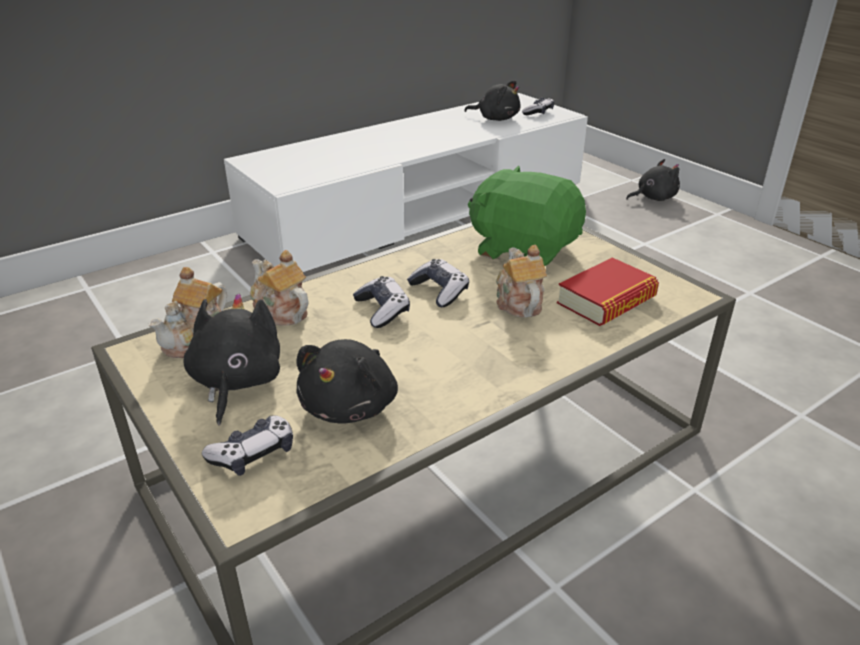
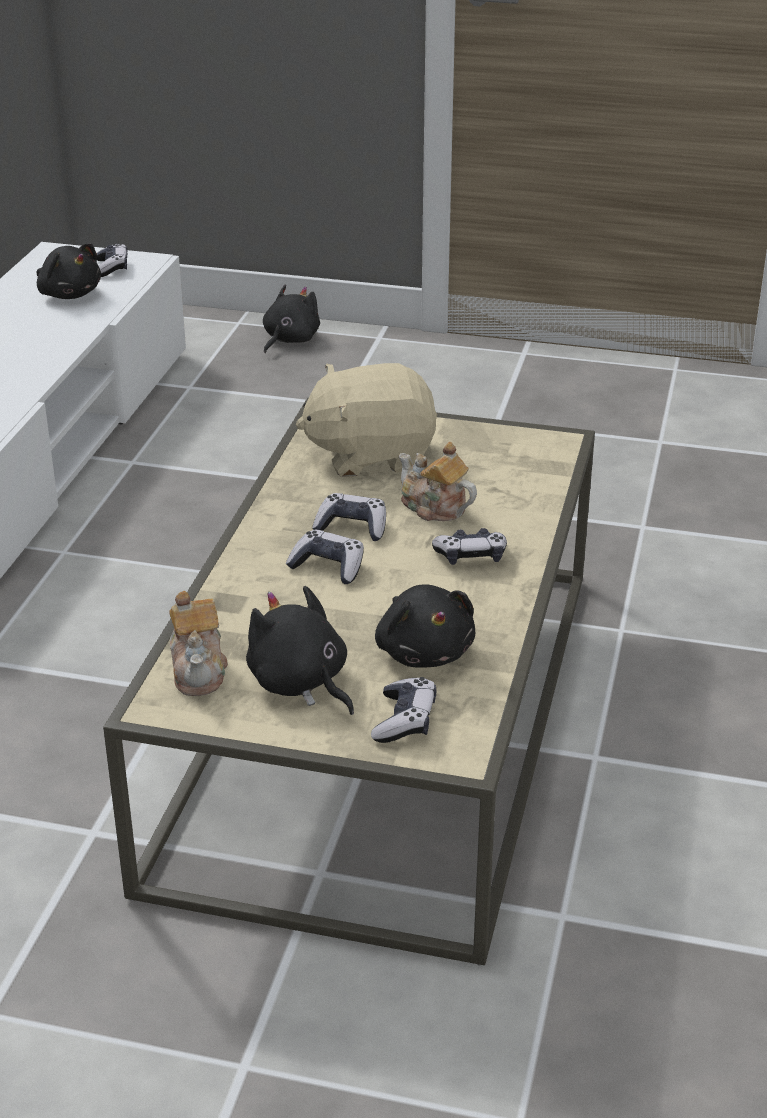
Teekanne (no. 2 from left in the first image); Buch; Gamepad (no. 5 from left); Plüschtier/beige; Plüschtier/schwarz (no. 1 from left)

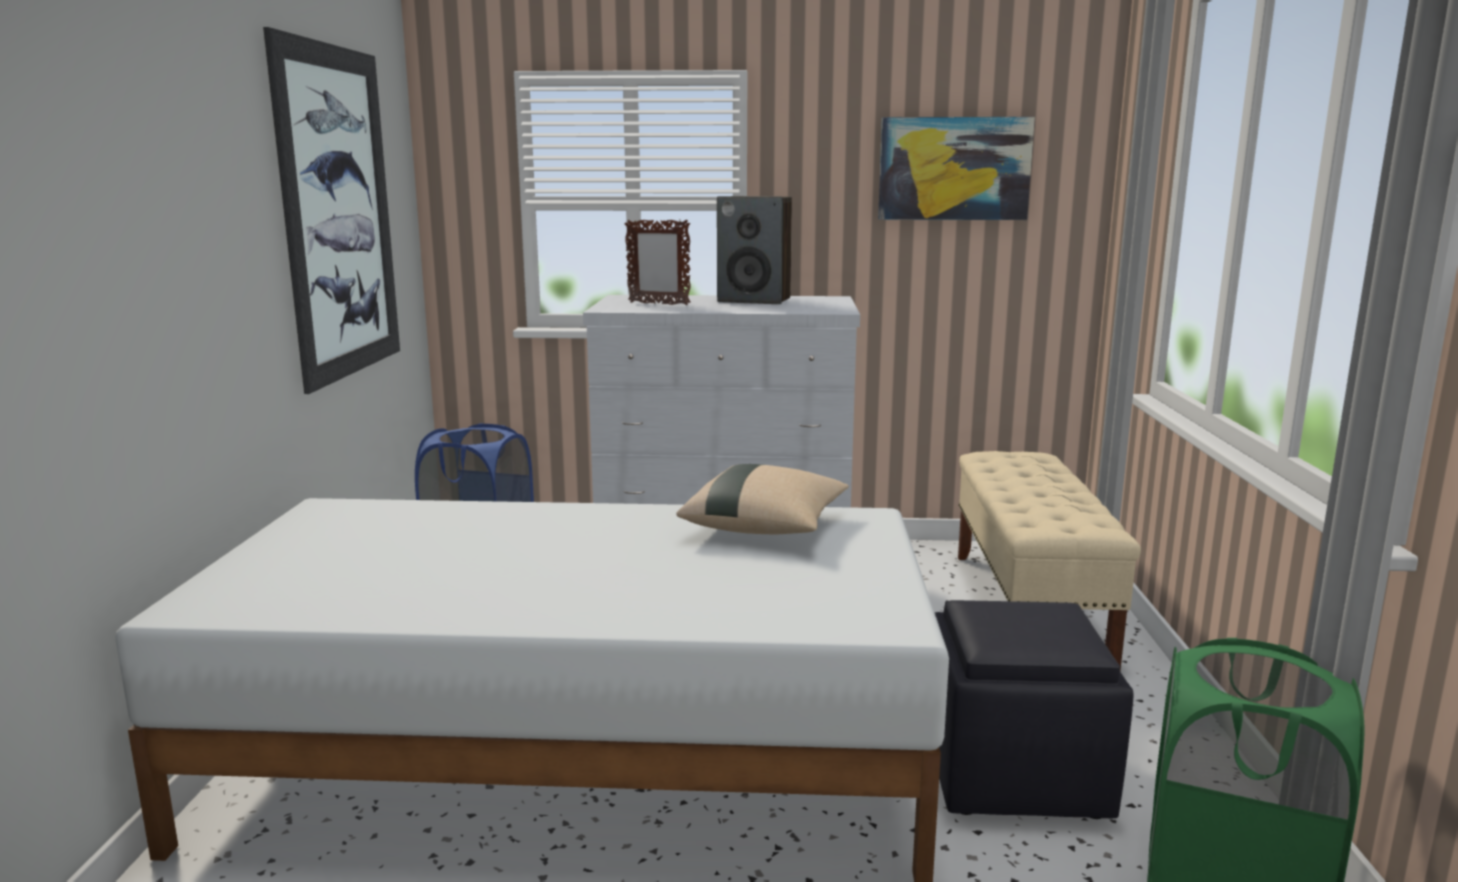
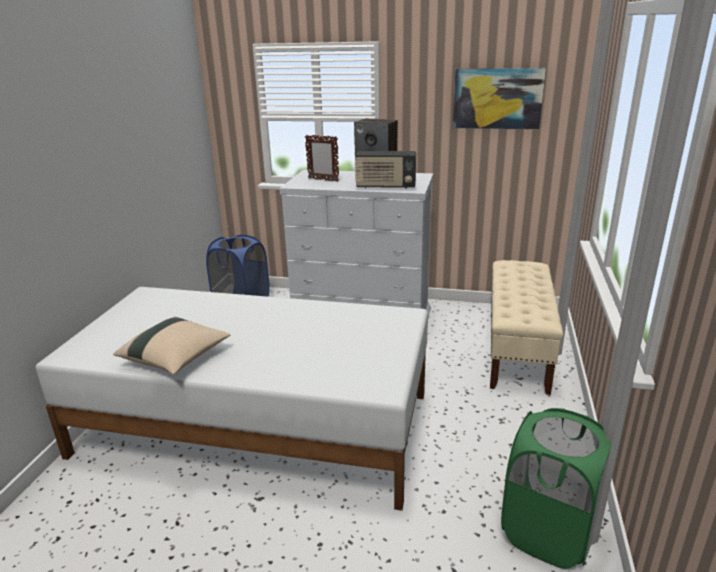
Bild (no. 1 from left in the first image); Polsterhocker/schwarz; Radio; Kissen/beige

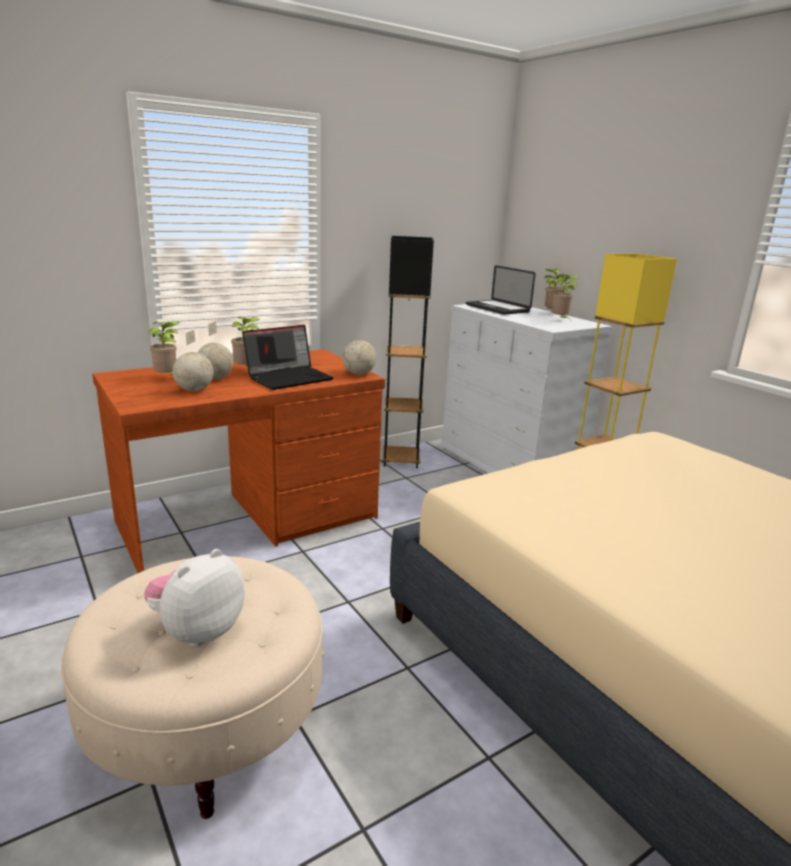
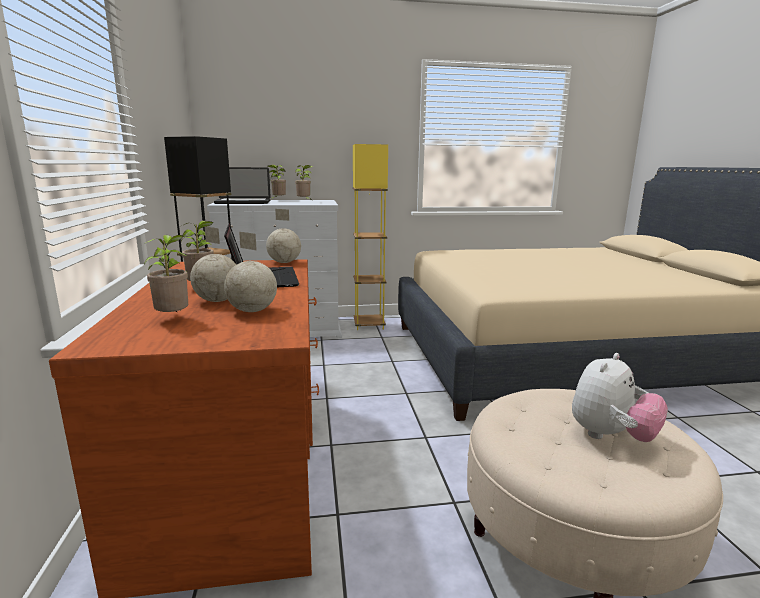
Plüschtier

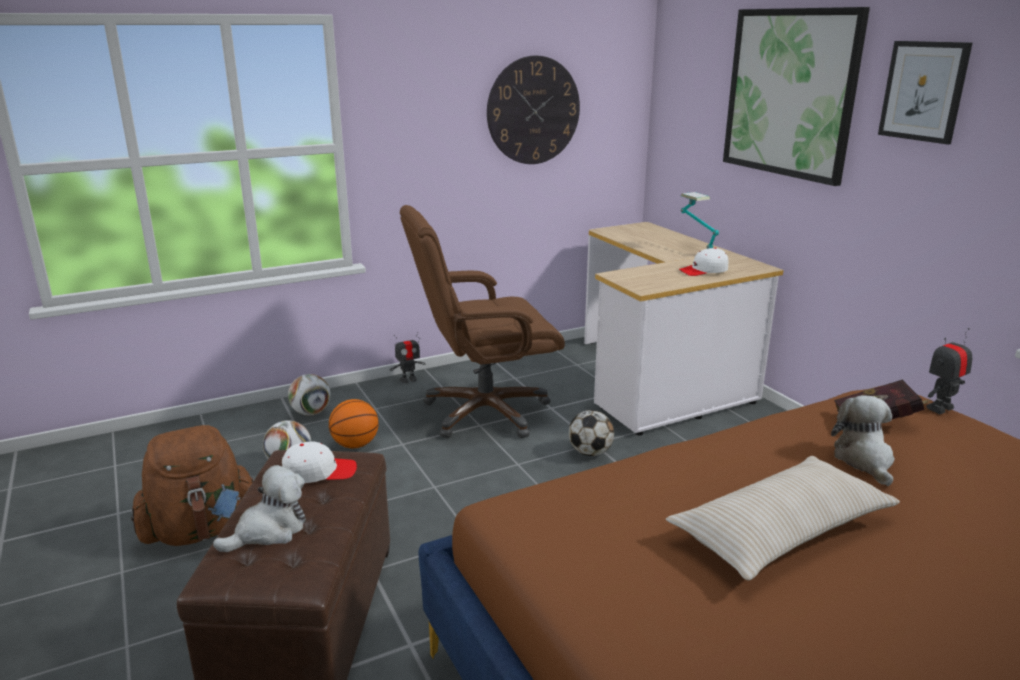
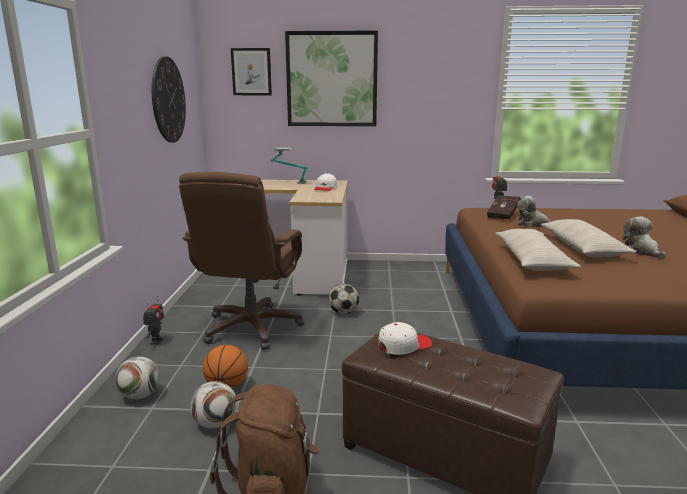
Kissen/beige (no. 1 from left); Plüschtier (no. 2 from left); Bild (no. 1 from left); Kappe/weiß (no. 2 from left)

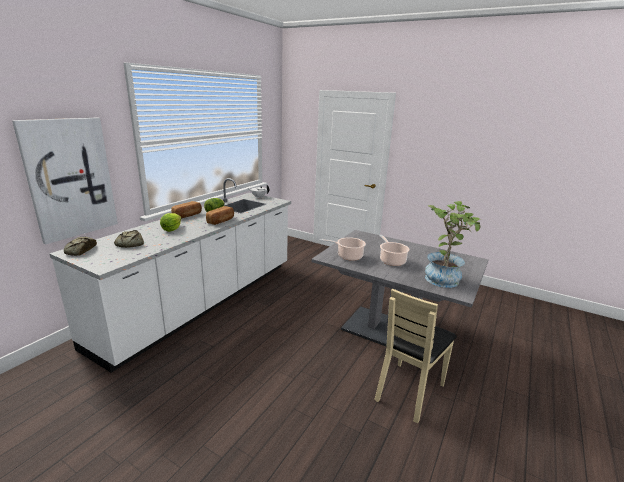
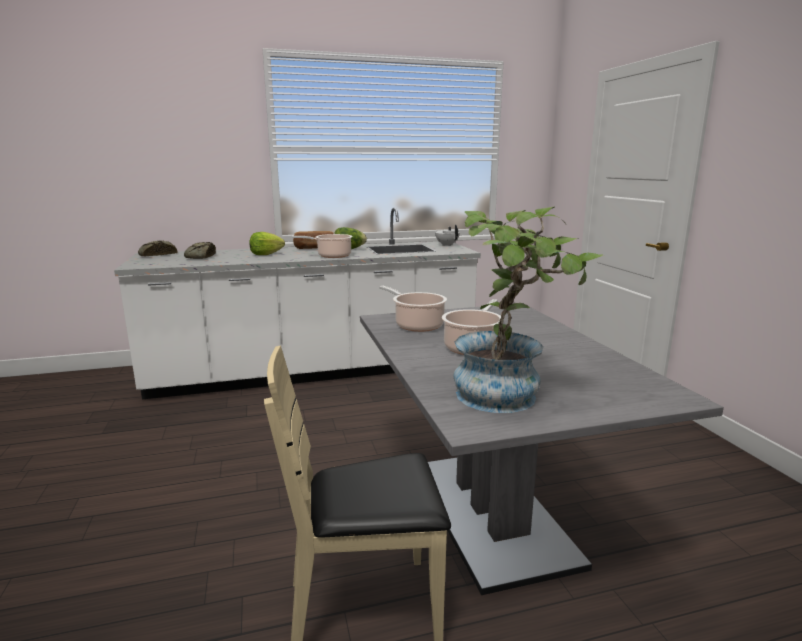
Bild; Kochtopf (no. 1 from left)

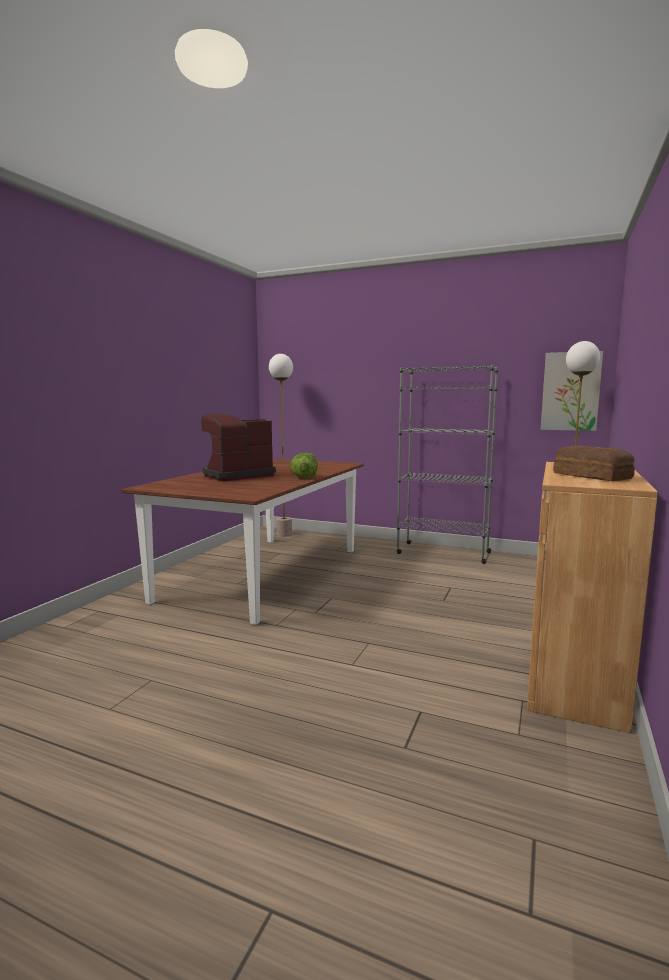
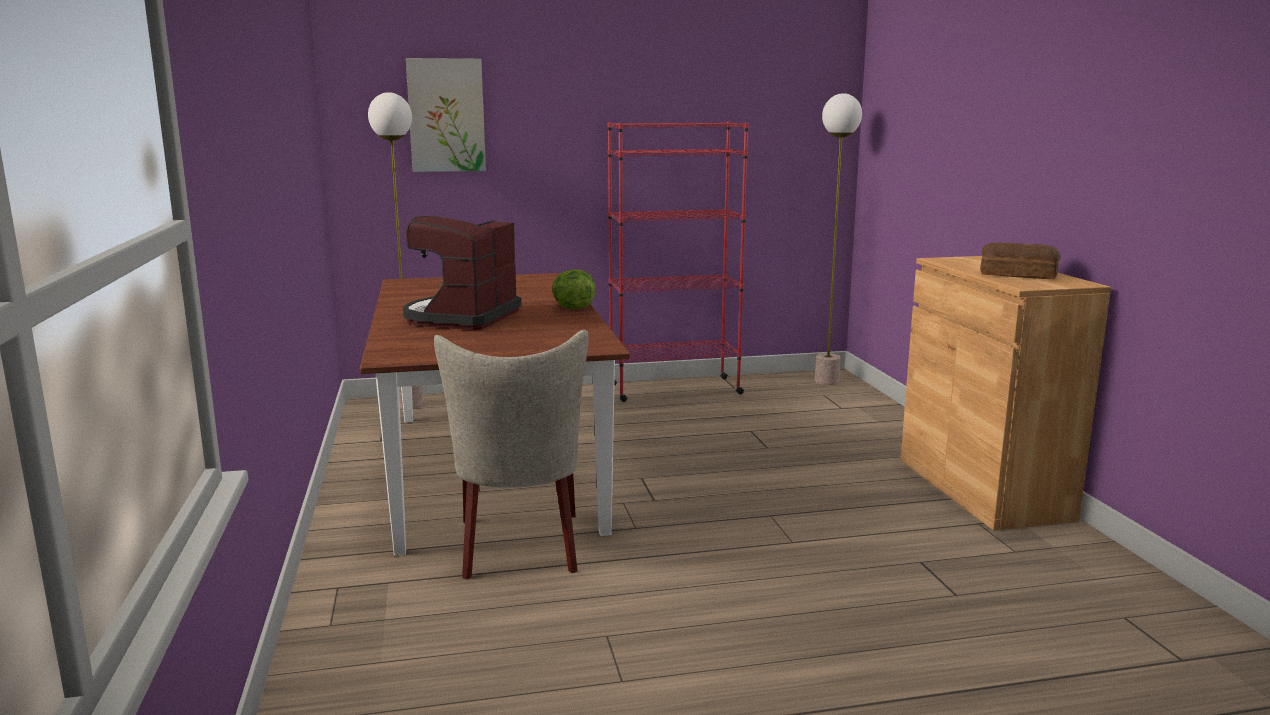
Stuhl/beige; Bild; Bücherregal/rot

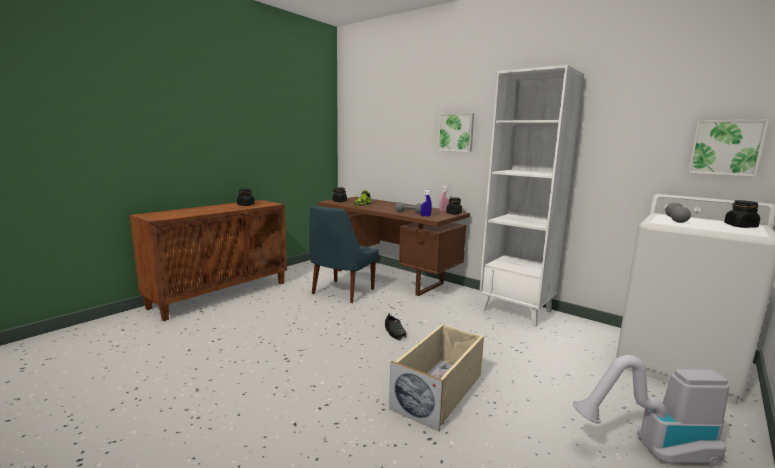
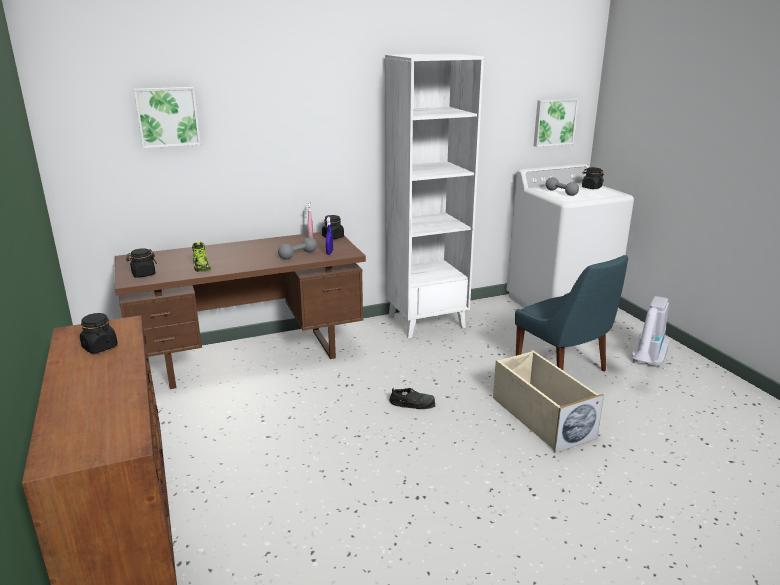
Stuhl/blau; Bild (no. 1 from left)

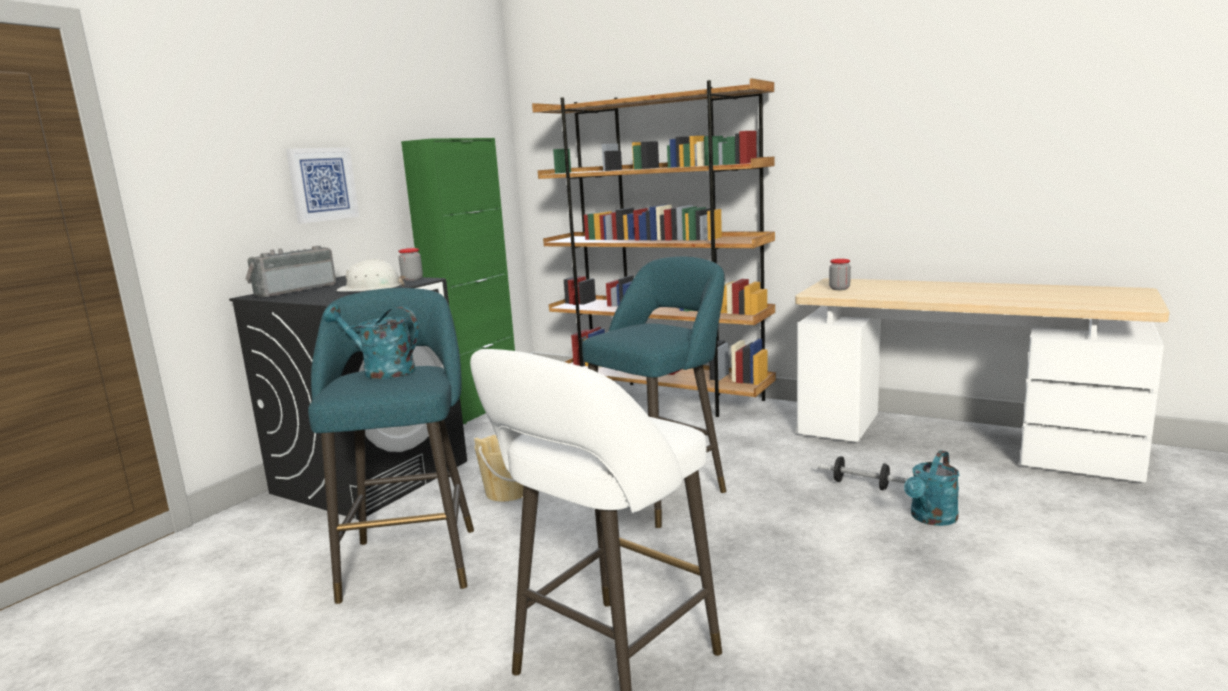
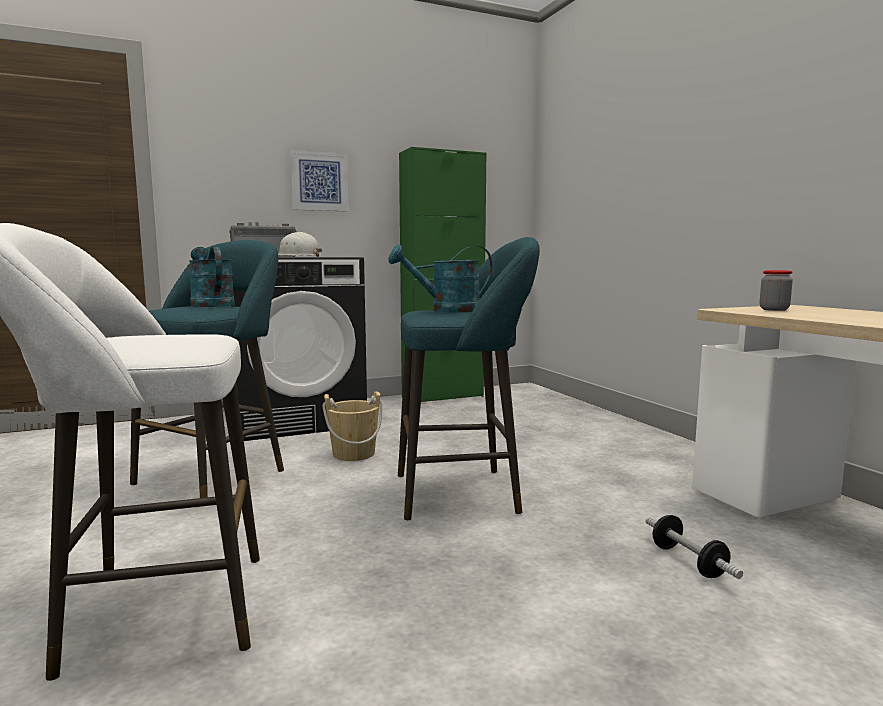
Vorratsglas (no. 1 from left in the first image); Bücherregal/braun; Gießkanne/türkis (no. 2 from left)

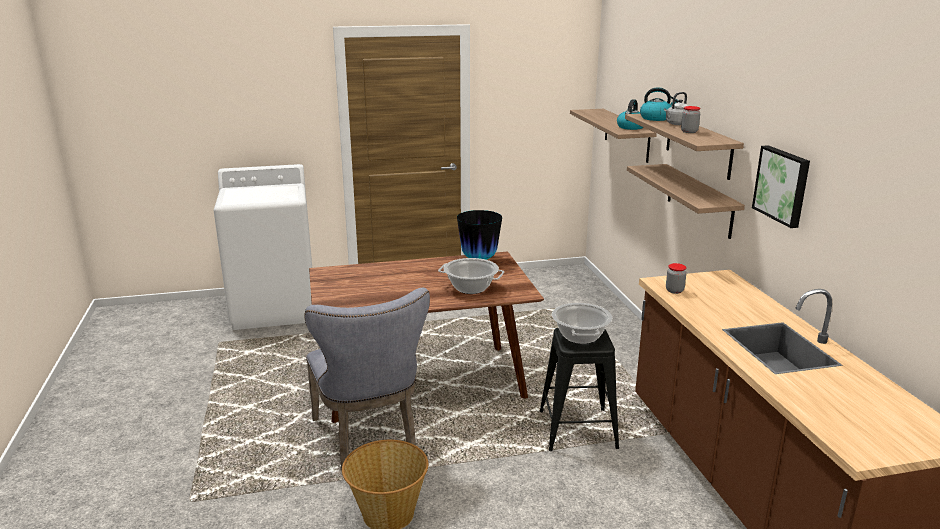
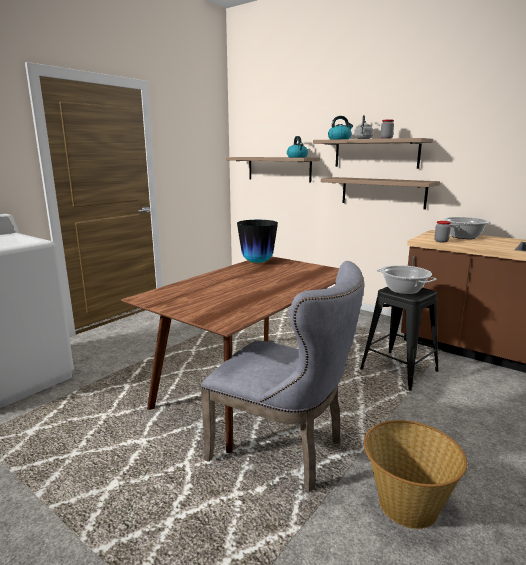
Bild; Kochtopf (no. 2 from left)

